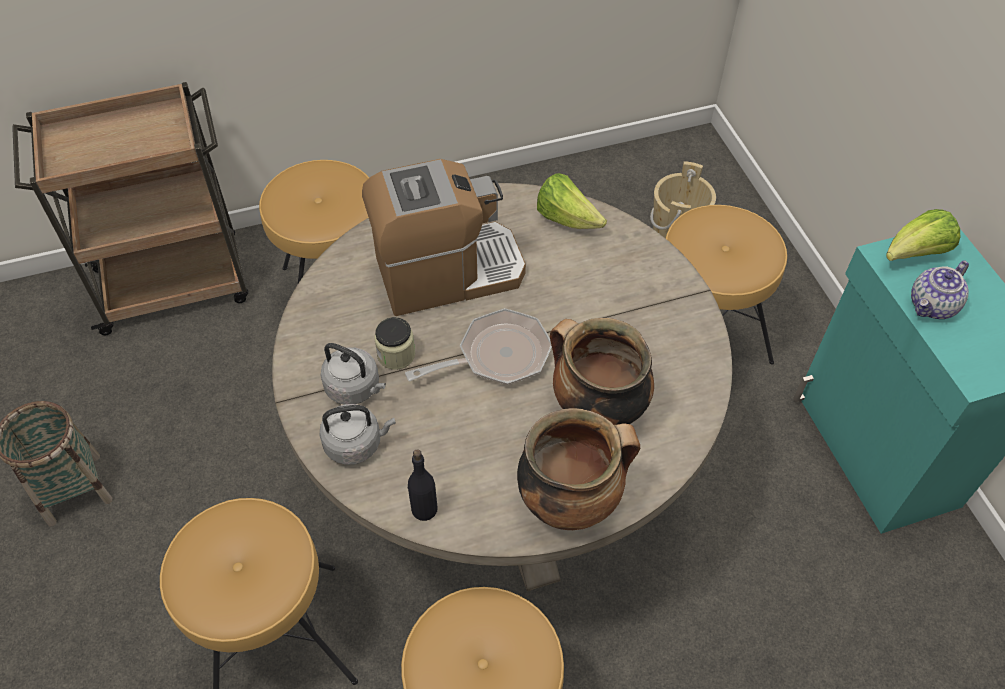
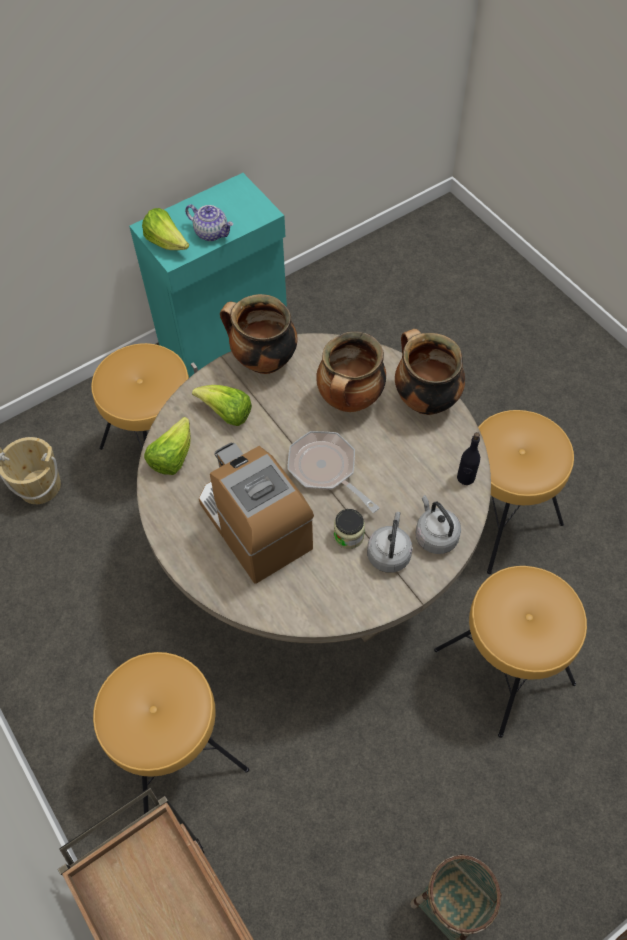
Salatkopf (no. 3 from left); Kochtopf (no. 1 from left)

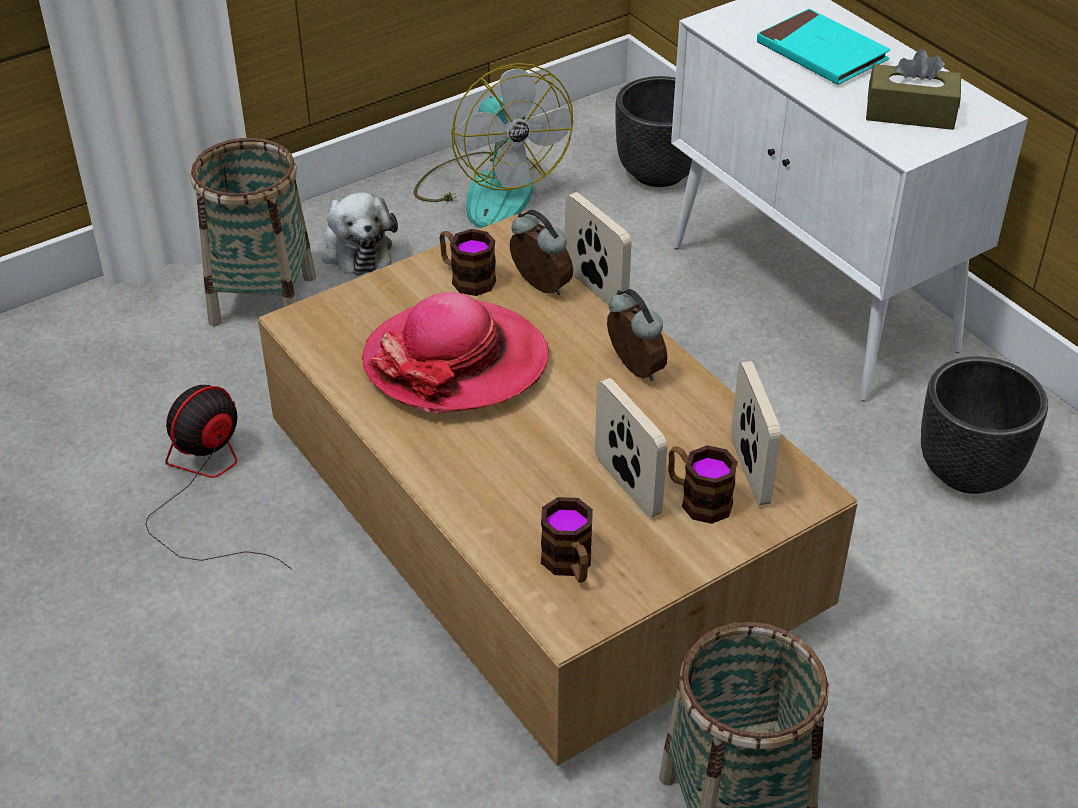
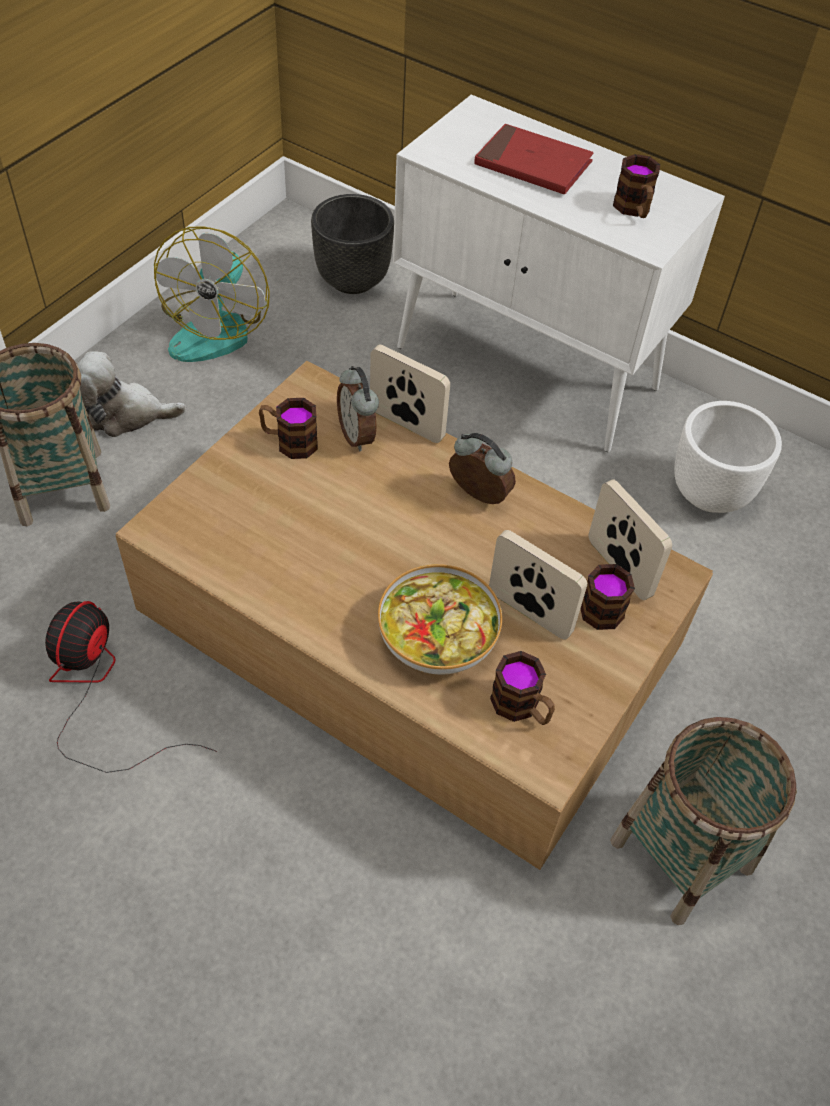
Hut; Schüssel; Henkelbecher (no. 4 from left); Buch/rot; Pflanzkübel/weiß; Plüschtier; Ventilator (no. 2 from left); Wecker (no. 1 from left)

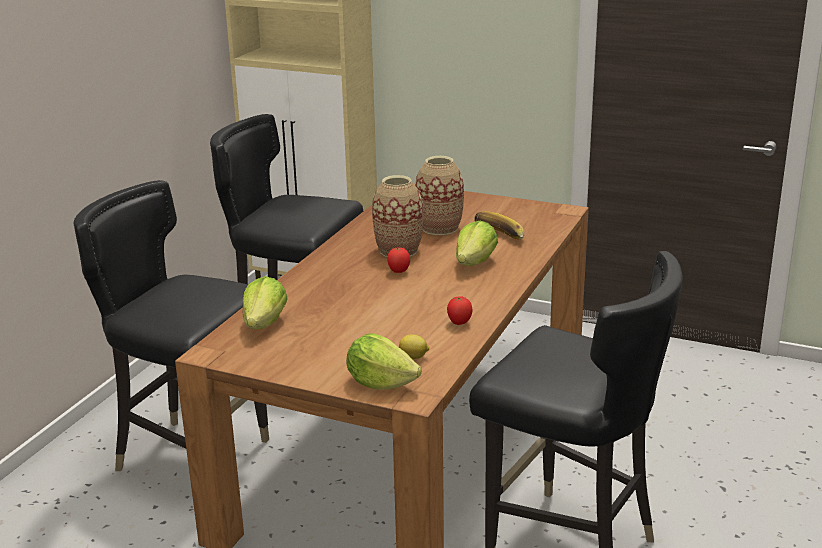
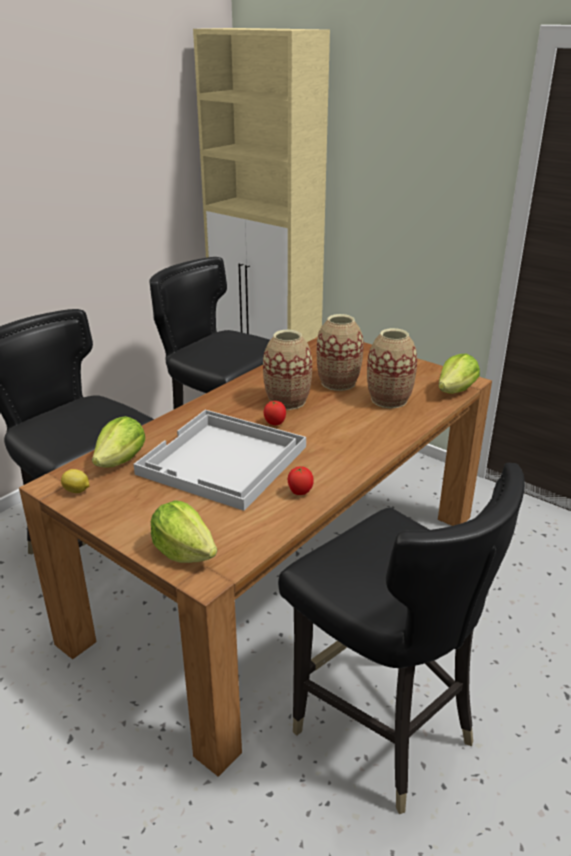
Tablett/weiß; Zitrone; Salatkopf (no. 3 from left); Vase (no. 3 from left)

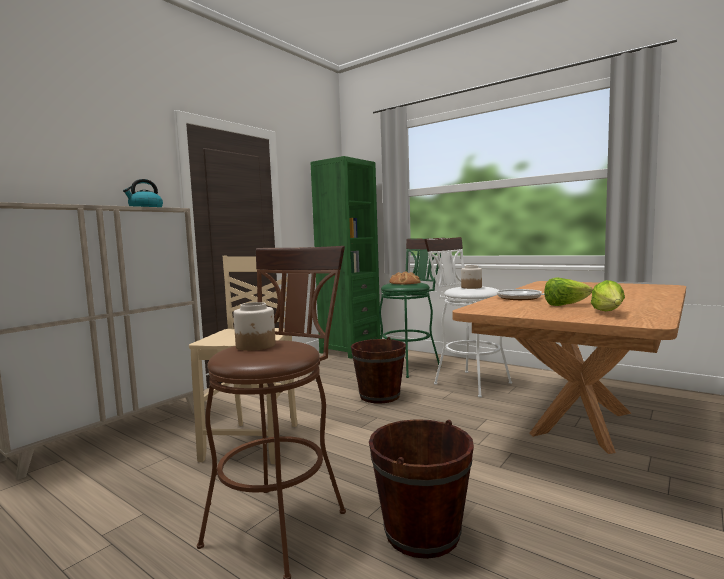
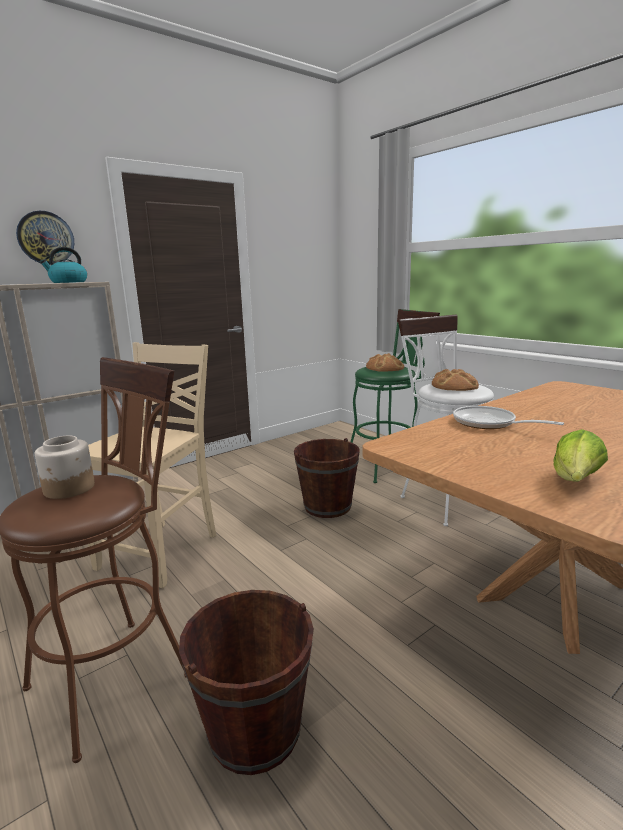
Bücherregal/grün; Salatkopf (no. 1 from left in the first image); Wanduhr; Brot (no. 2 from left)

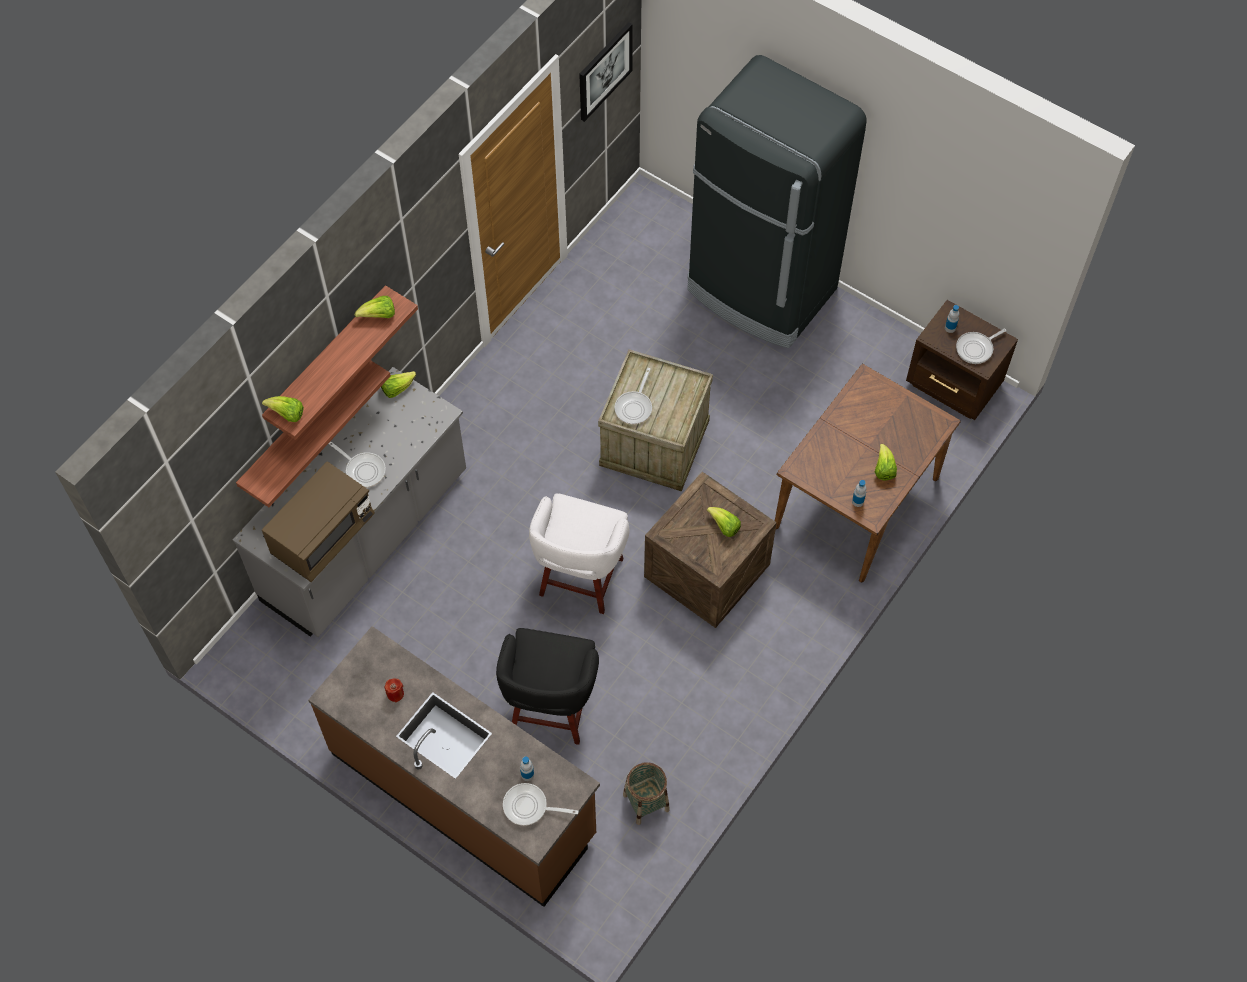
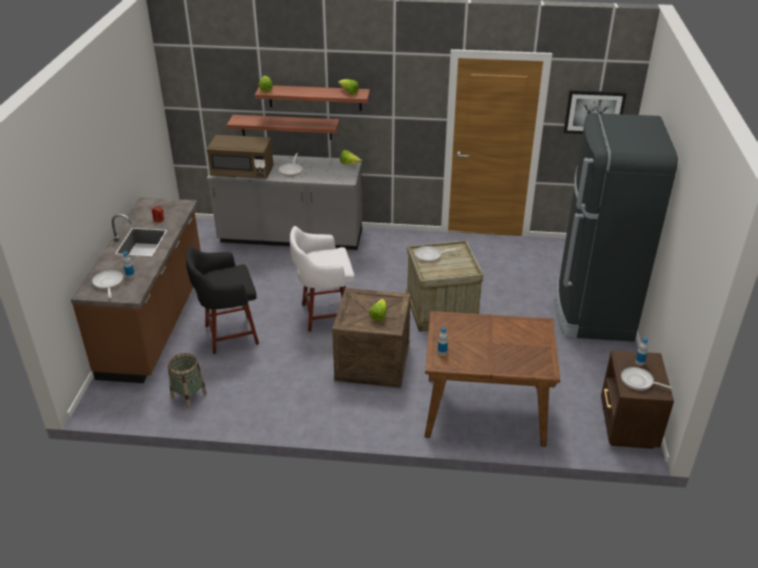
Salatkopf (no. 5 from left in the first image)

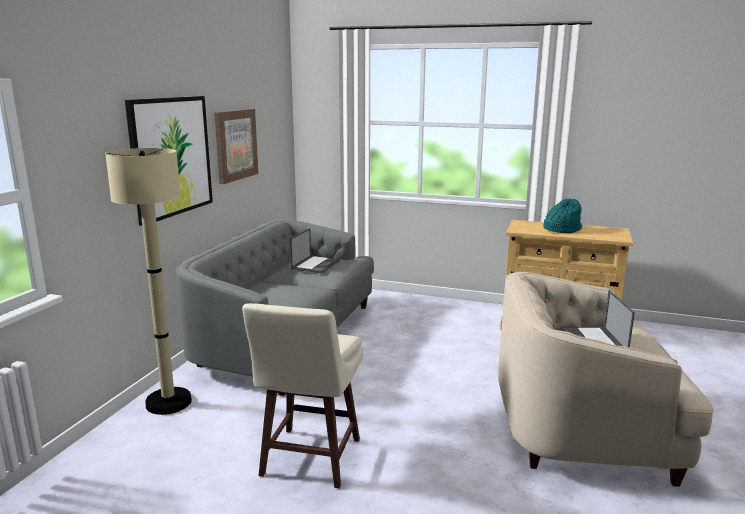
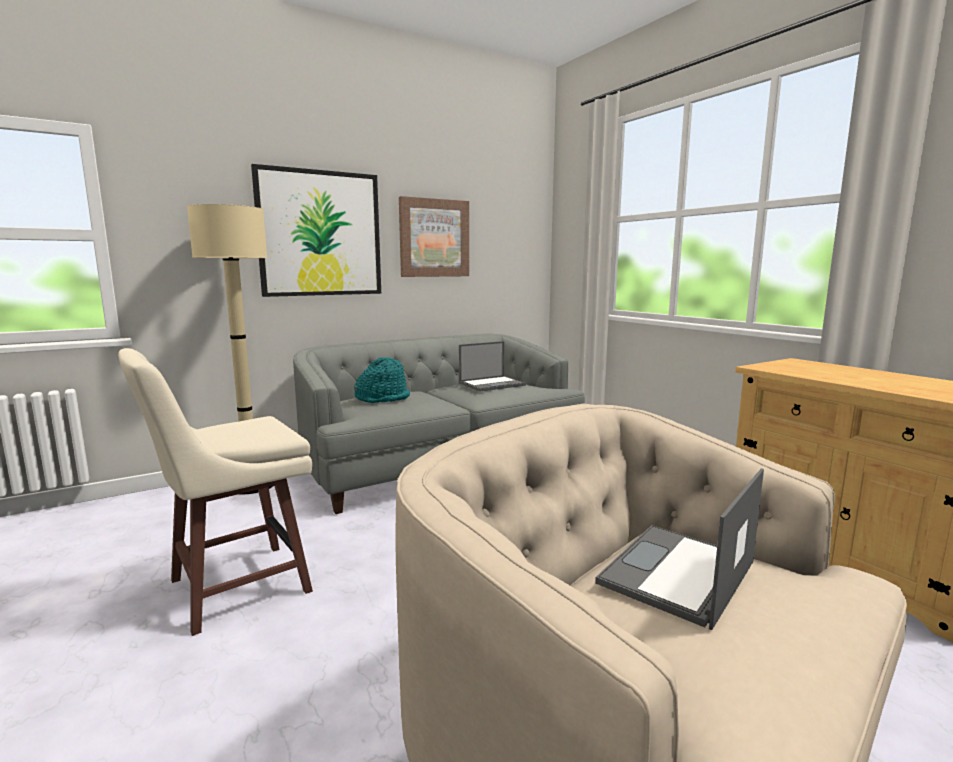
Hut/türkis

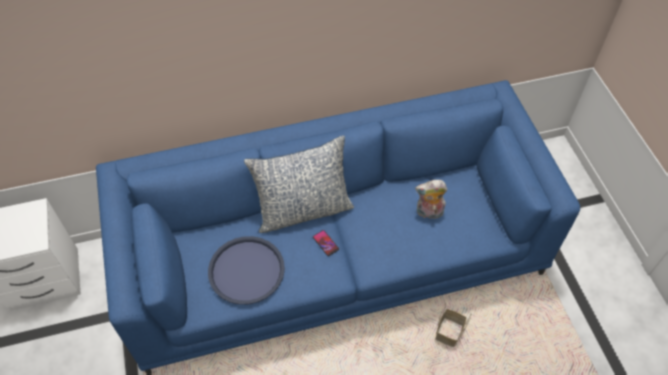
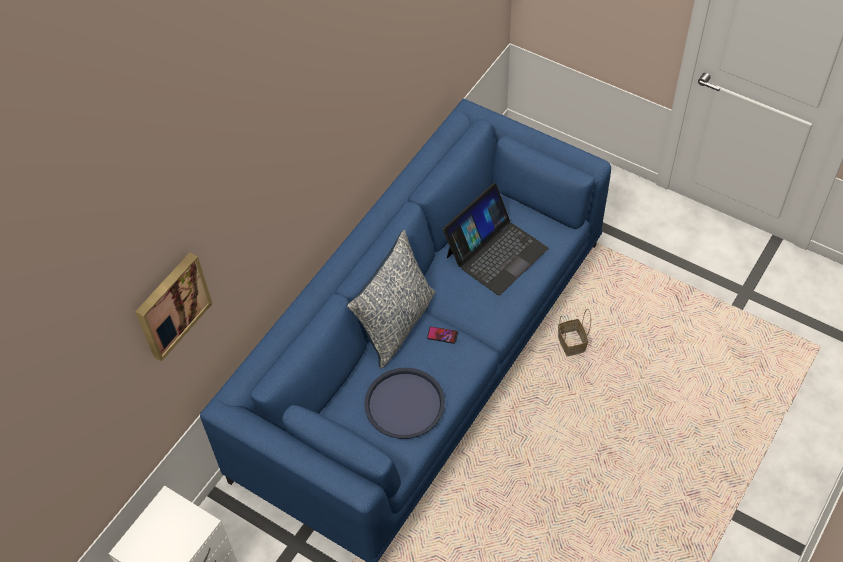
Bild; Laptop

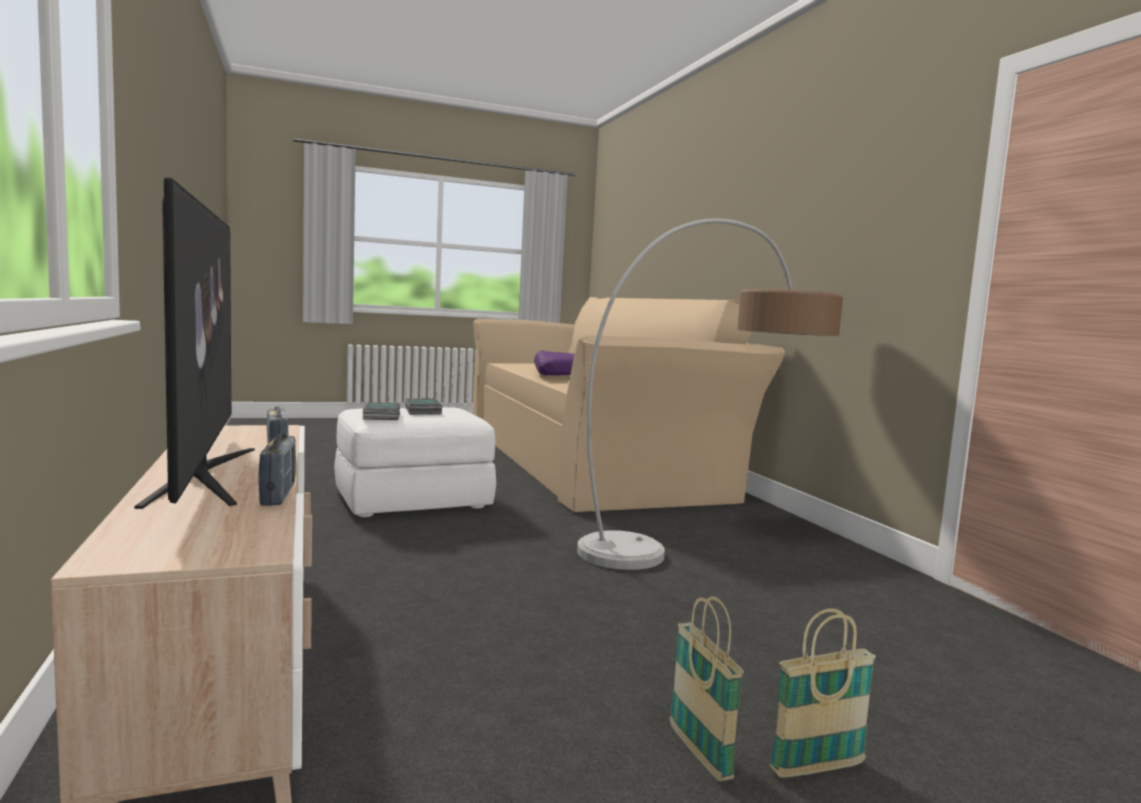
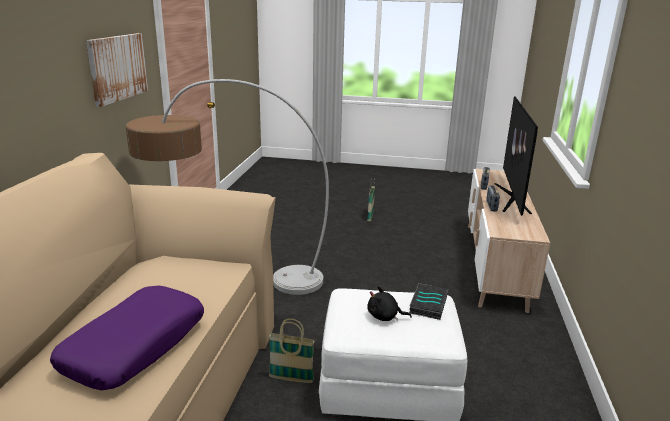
Bild; Korb (no. 1 from left); Plüschtier/schwarz

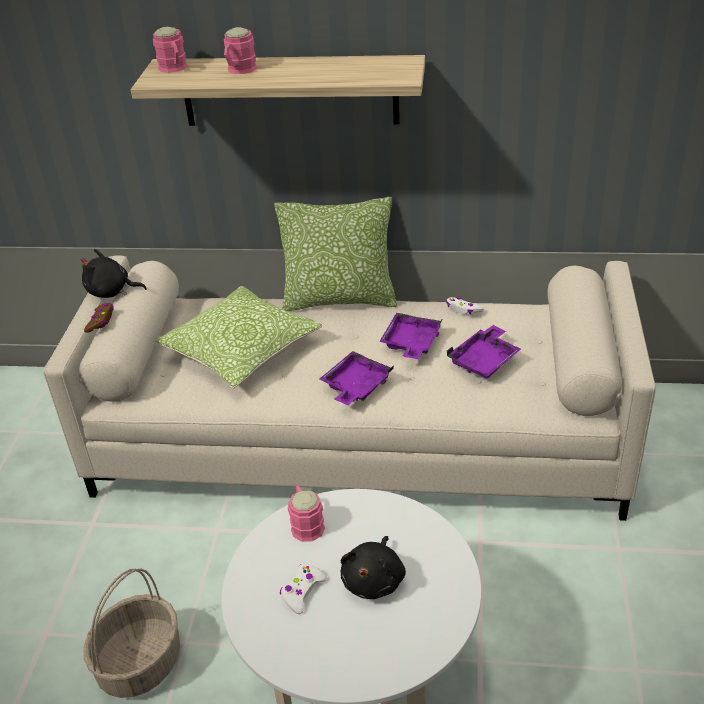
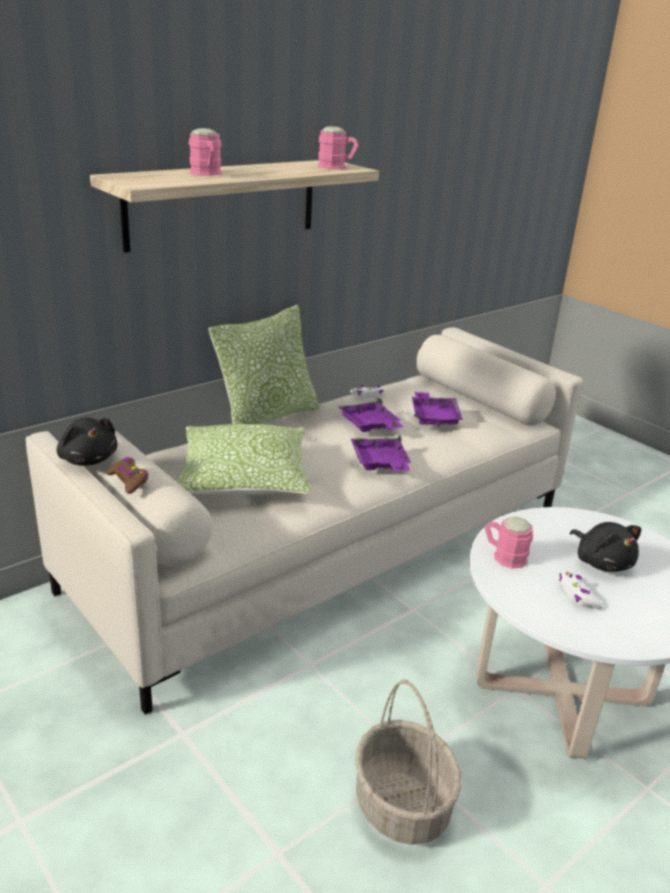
Henkelbecher/rosa (no. 2 from left); Plüschtier/schwarz (no. 1 from left)

